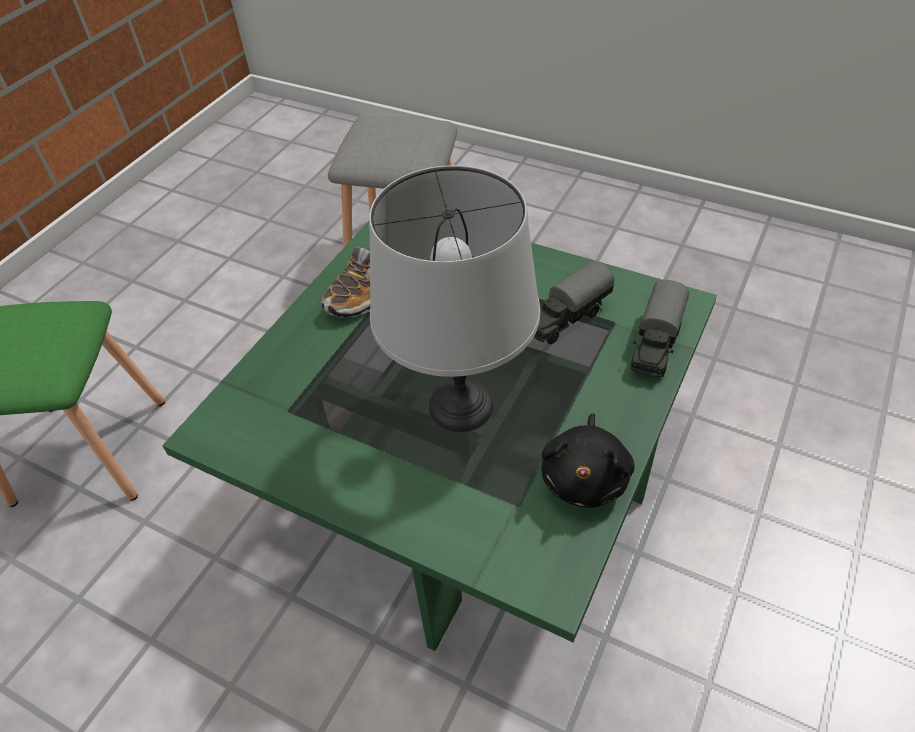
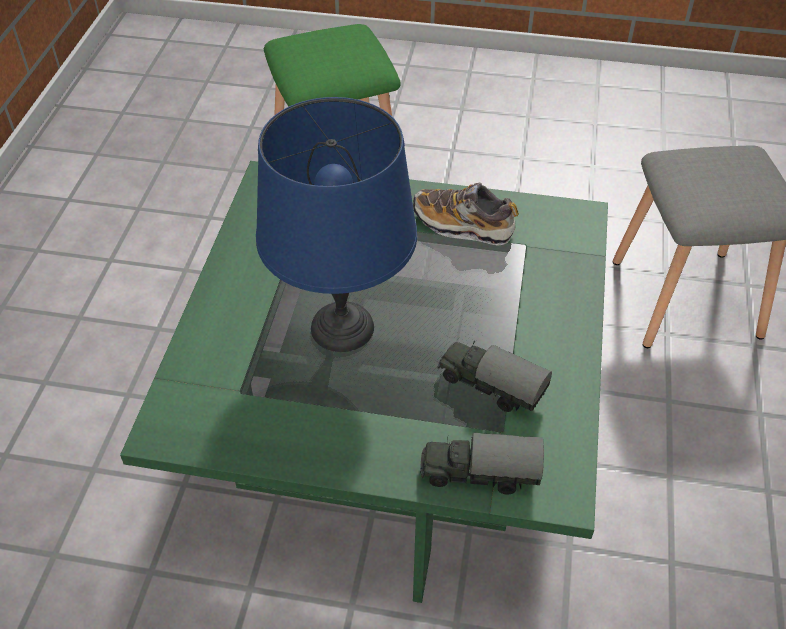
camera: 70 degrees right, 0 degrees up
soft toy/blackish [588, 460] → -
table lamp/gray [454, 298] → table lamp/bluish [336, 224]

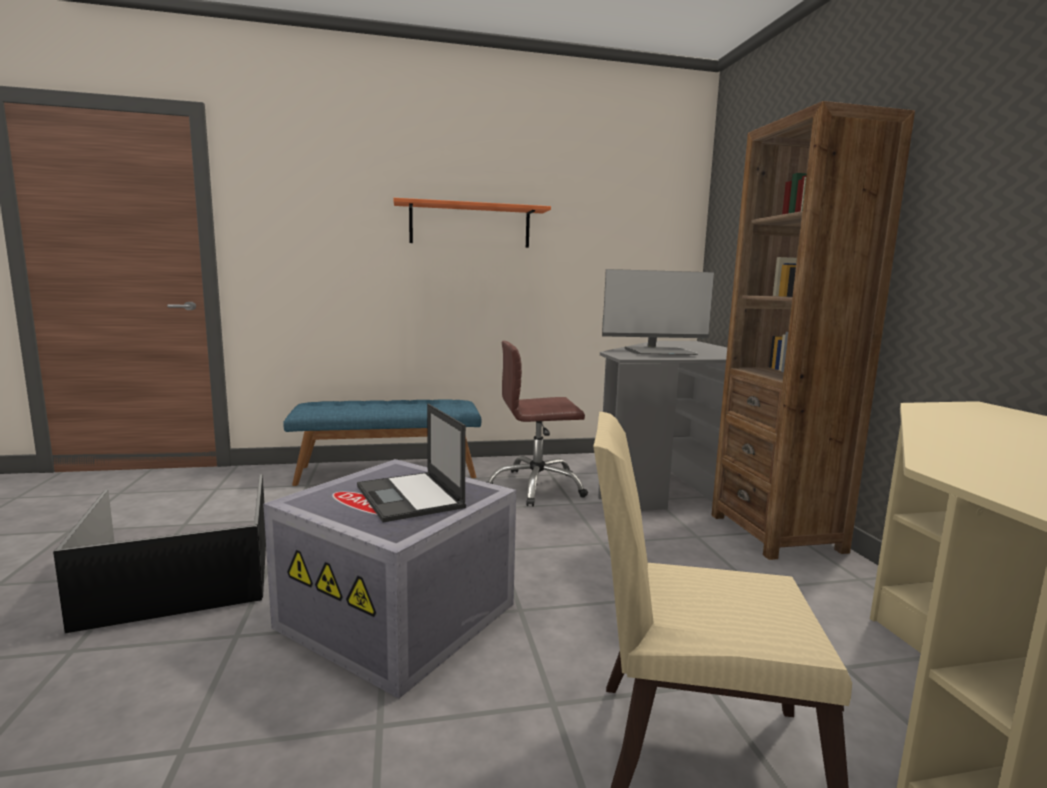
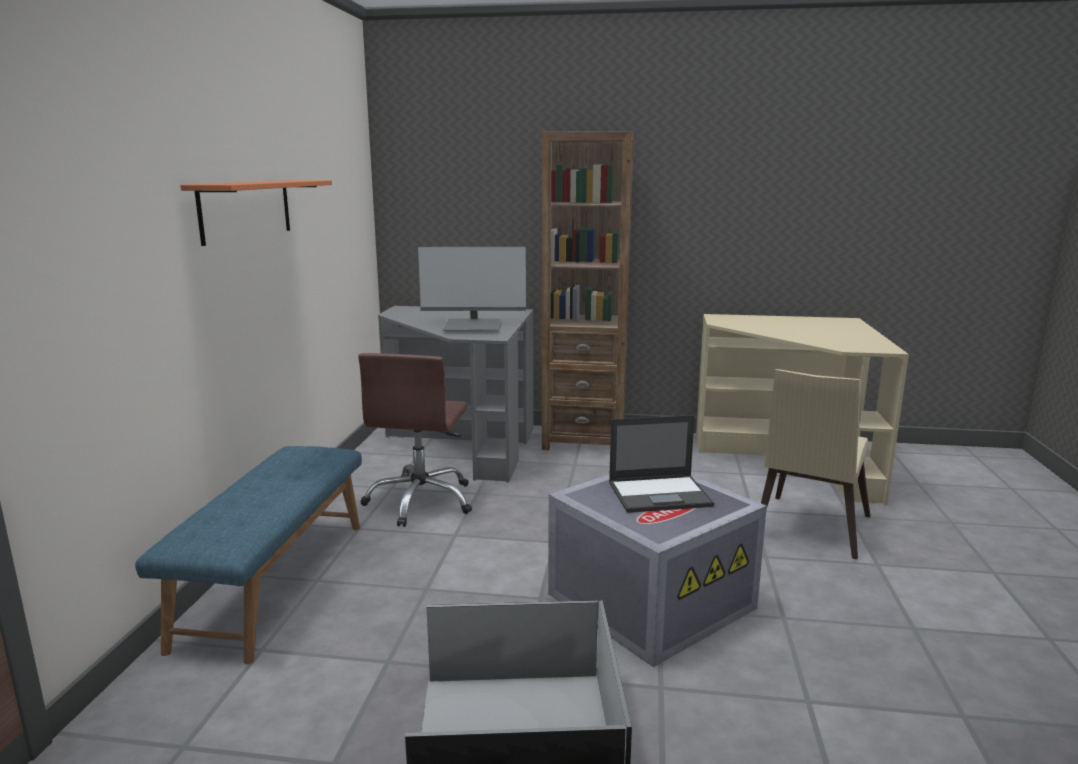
camera: 70 degrees left, 5 degrees up
computer screen [658, 312] → computer screen [472, 289], 75 degrees clockwise

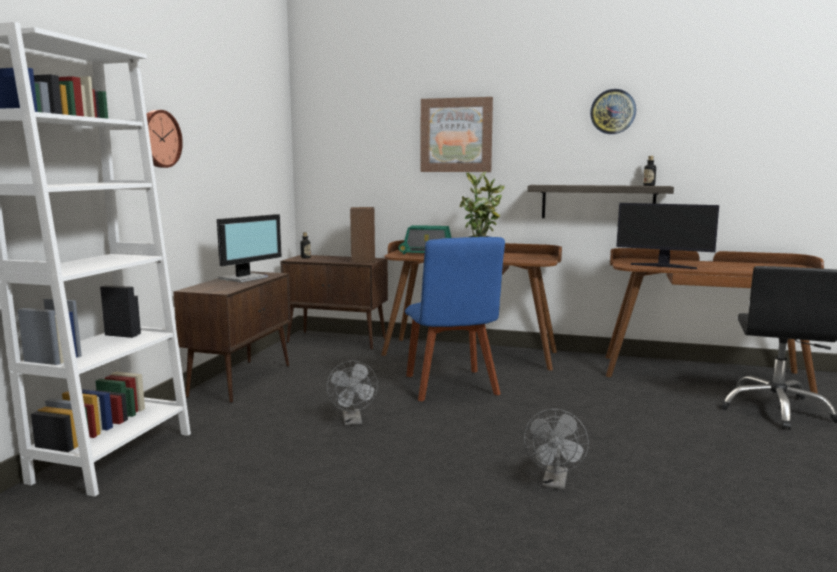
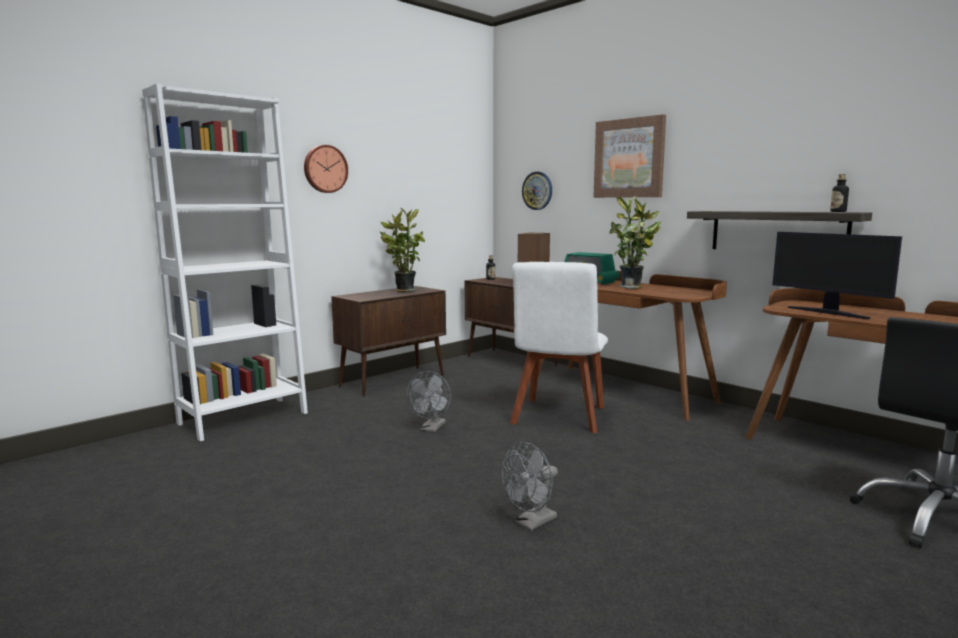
camera: 30 degrees right, 0 degrees up
clock on the wall [613, 111] → clock on the wall [537, 191], shifted
computer screen [249, 248] → plant in a pot [402, 250]
plain chair/bluish [455, 319] → plain chair/white-coloured [559, 347]

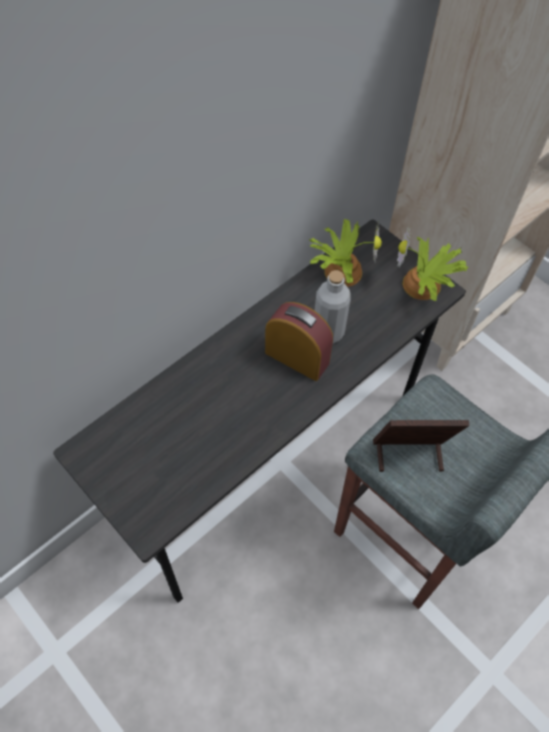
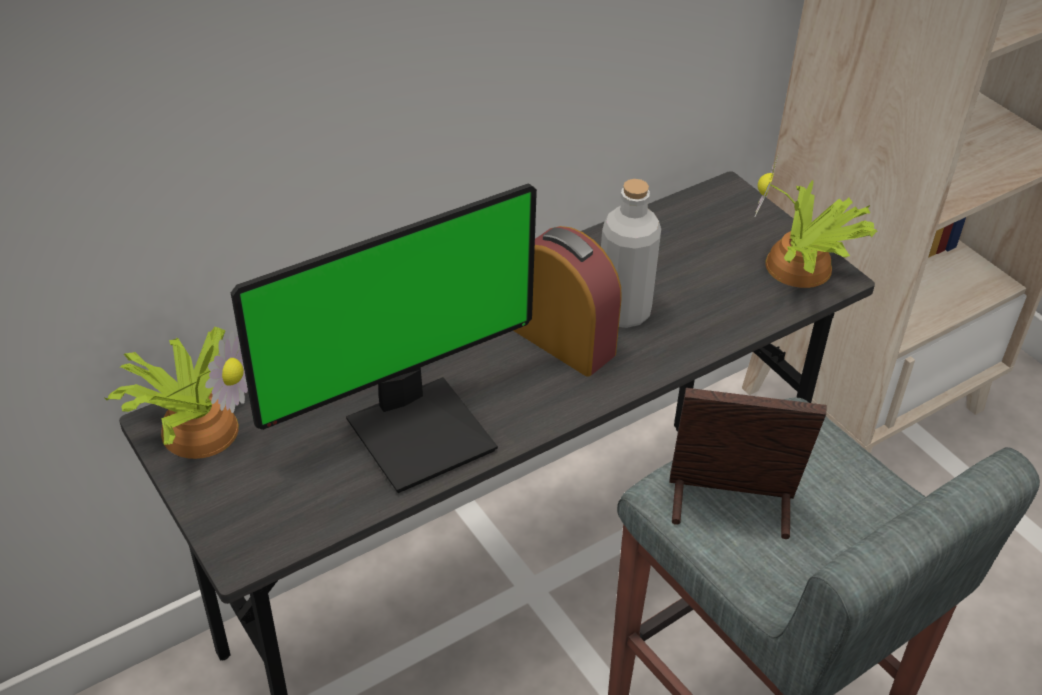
camera: 10 degrees right, 15 degrees down
- → computer screen [384, 338]
plant in a pot [345, 253] → plant in a pot [176, 393], shifted

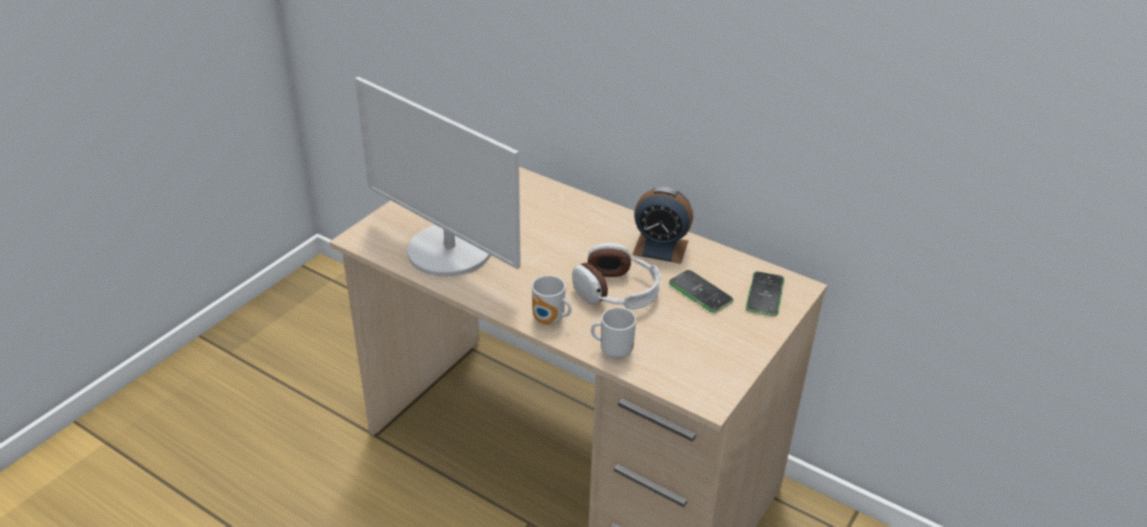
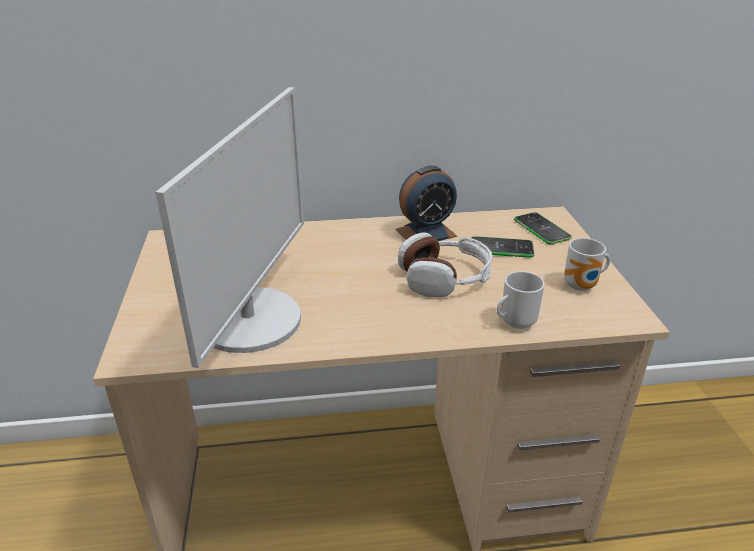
camera: 40 degrees left, 5 degrees down
coffee mug [552, 300] → coffee mug [587, 264], shifted
computer screen [438, 177] → computer screen [229, 227], 75 degrees counterclockwise

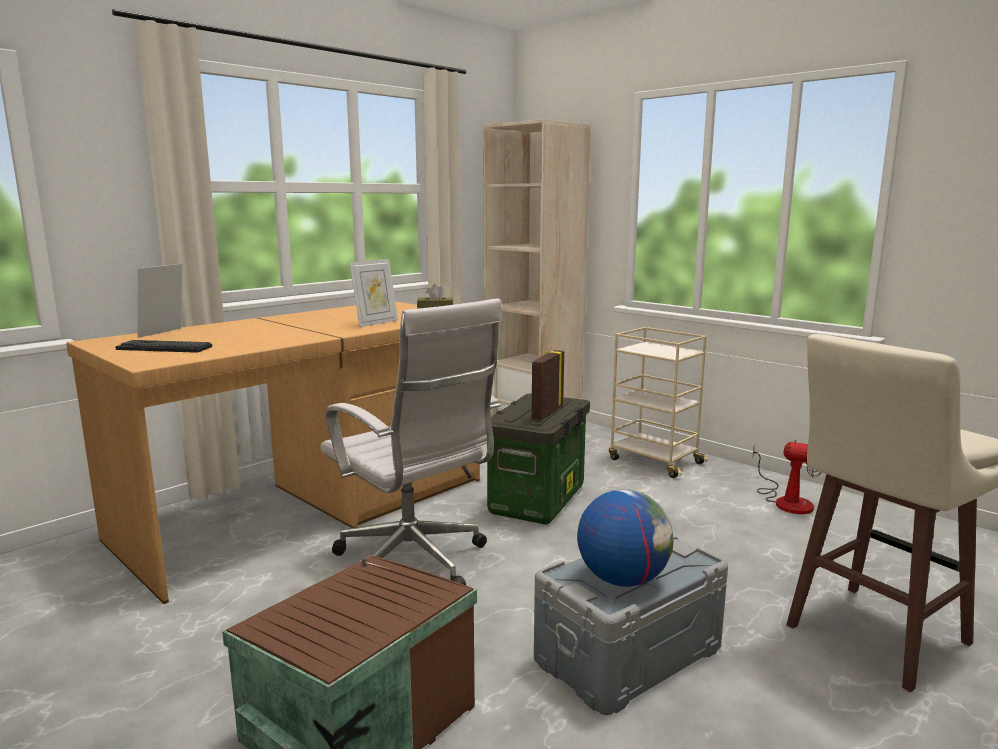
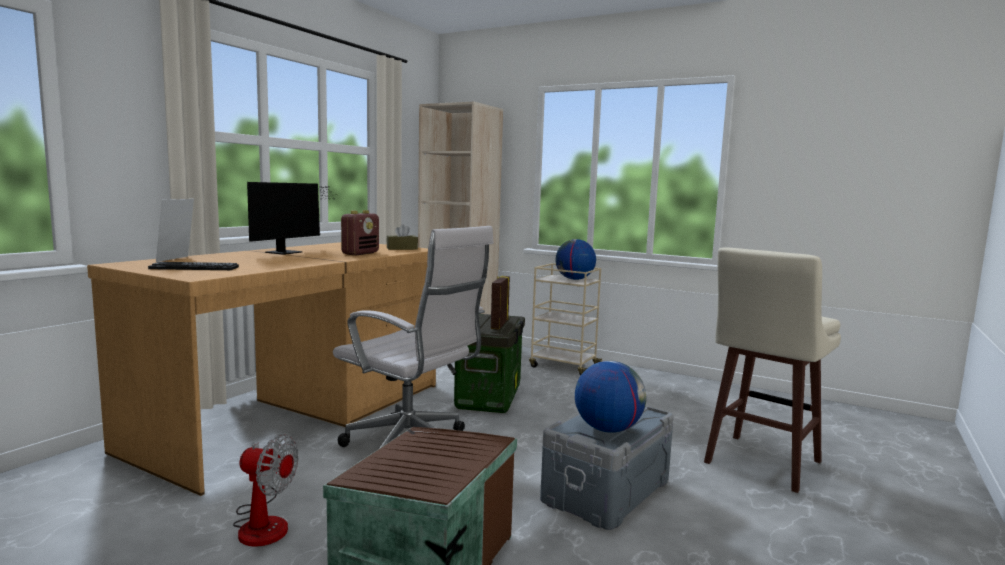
camera: 15 degrees left, 5 degrees down
- → computer screen [291, 218]
- → desk globe [576, 259]
cooling fan [787, 476] → cooling fan [265, 490], shifted
standing frame [373, 293] → radio receiver [360, 232]

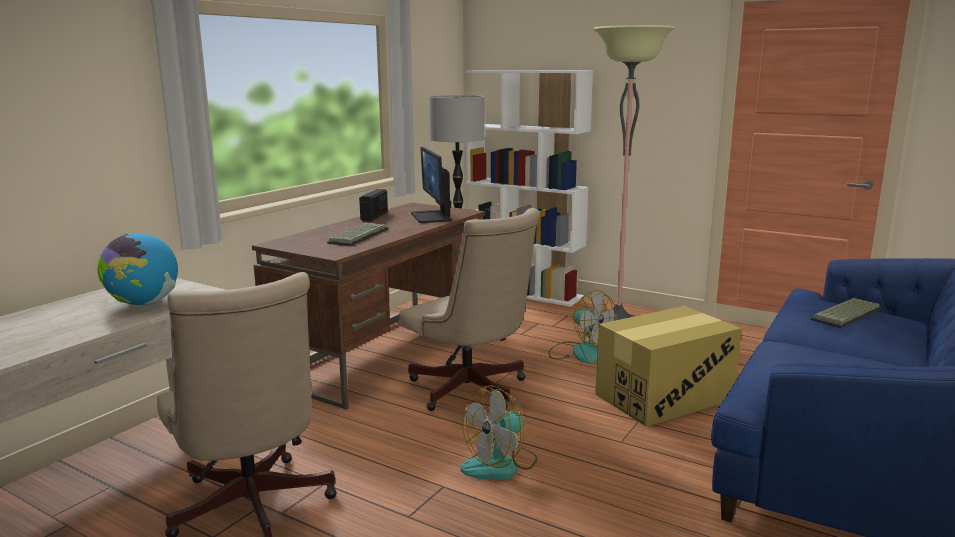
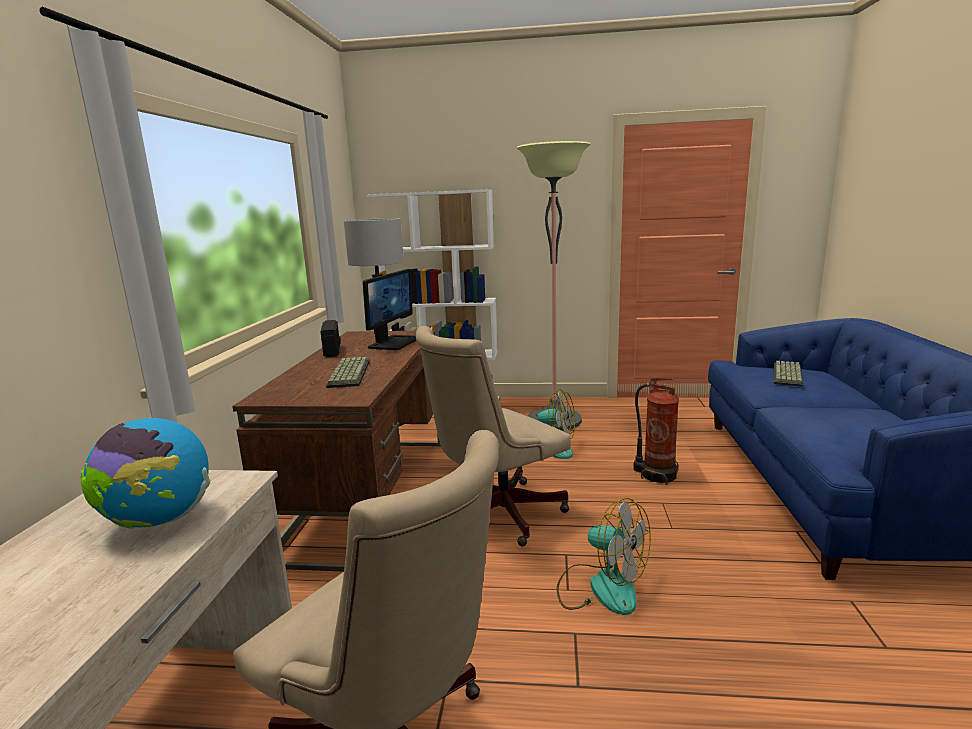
camera: 25 degrees left, 0 degrees up
cardboard box [668, 366] → extinguisher [656, 431]
desk chair/sand-coloured [469, 309] → desk chair/sand-coloured [493, 436], 120 degrees clockwise
computer screen [431, 185] → computer screen [389, 309], 120 degrees counterclockwise
cooling fan [499, 432] → cooling fan [604, 556], 75 degrees counterclockwise

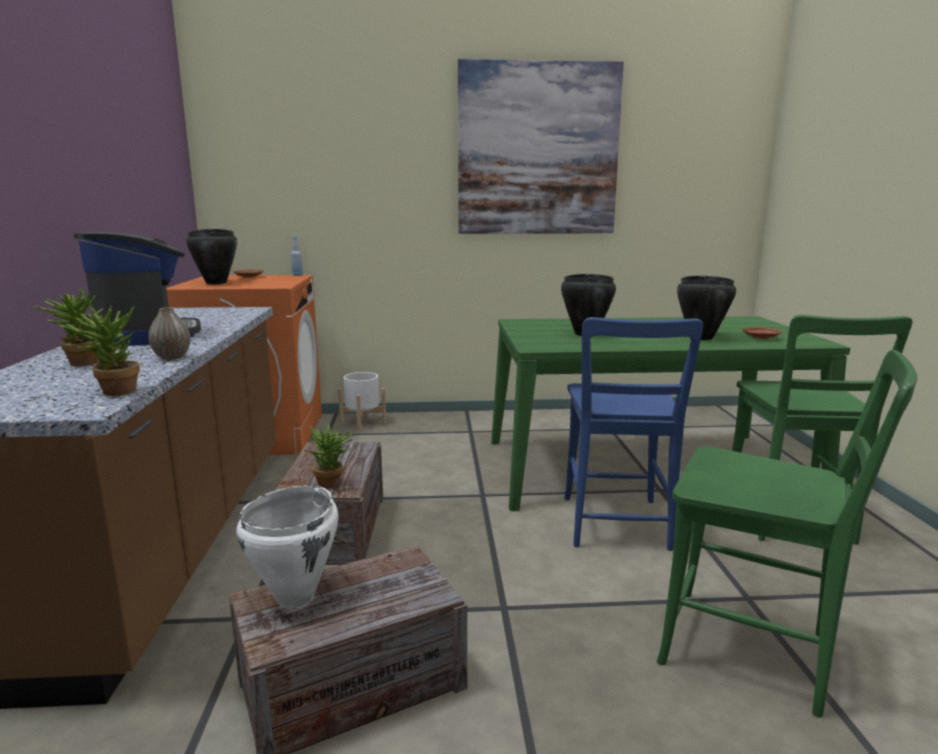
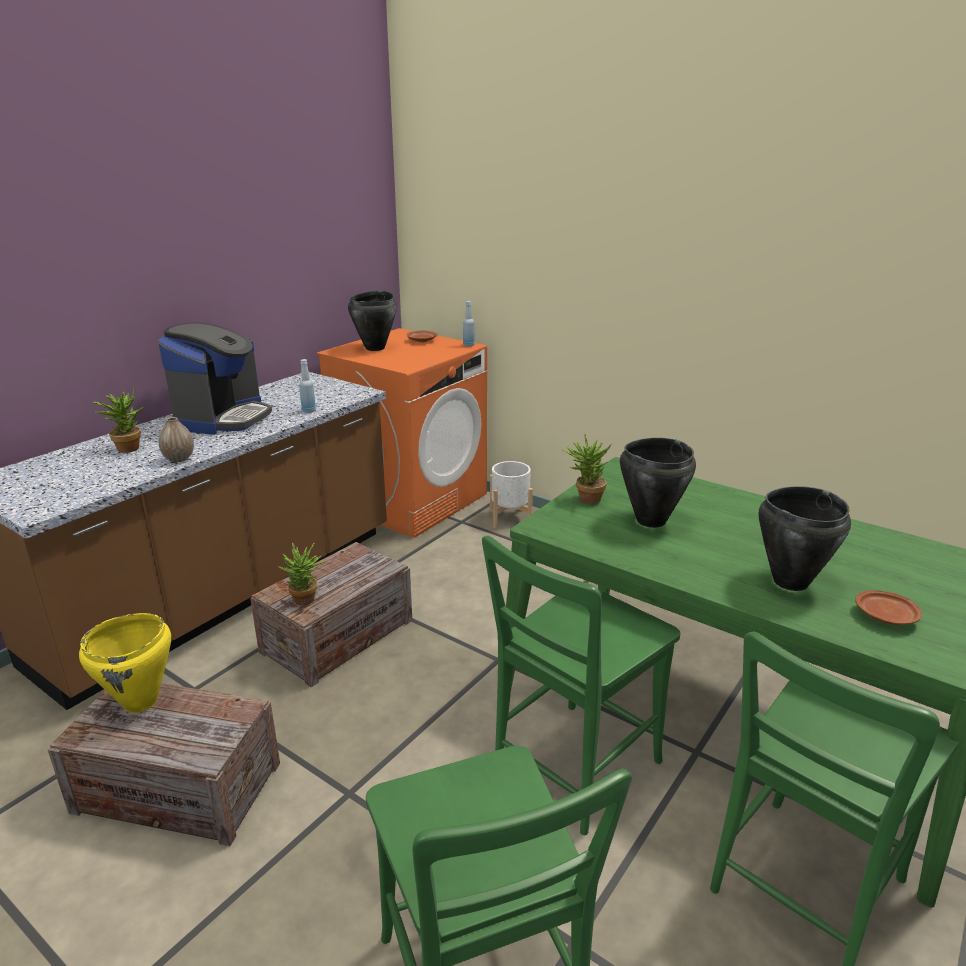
camera: 40 degrees right, 10 degrees up
wall picture [541, 146] → -
- → beverage bottle/bluish [307, 386]
plant in a pot [99, 350] → plant in a pot [587, 469], shifted
stockpot/white-coloured [287, 546] → stockpot/yellowish [125, 663]
plain chair/bluish [633, 434] → plain chair/green-coloured [581, 685]

